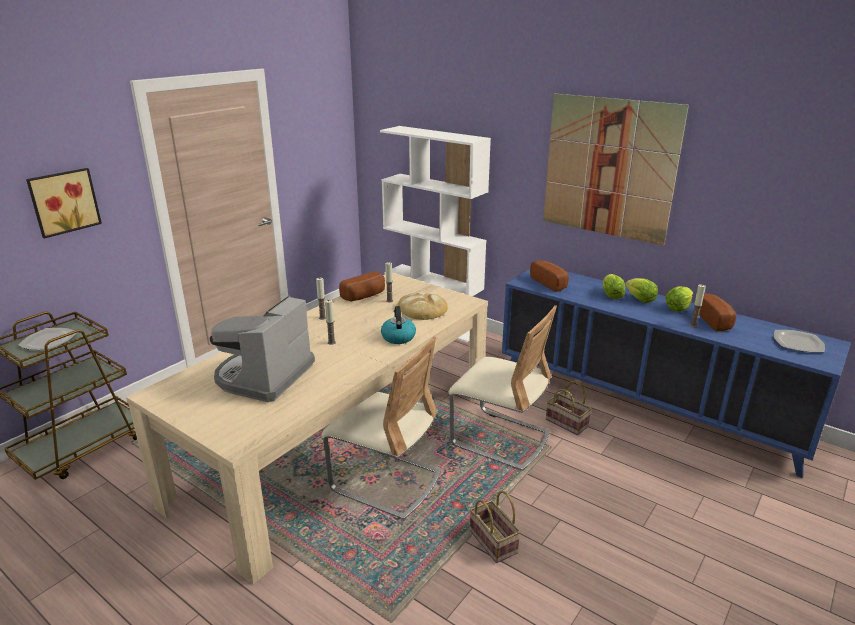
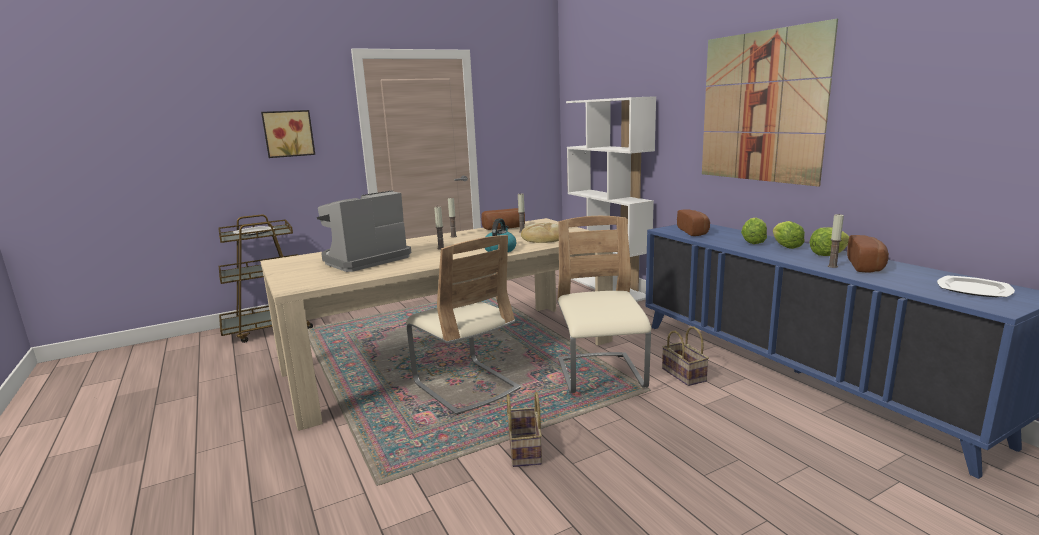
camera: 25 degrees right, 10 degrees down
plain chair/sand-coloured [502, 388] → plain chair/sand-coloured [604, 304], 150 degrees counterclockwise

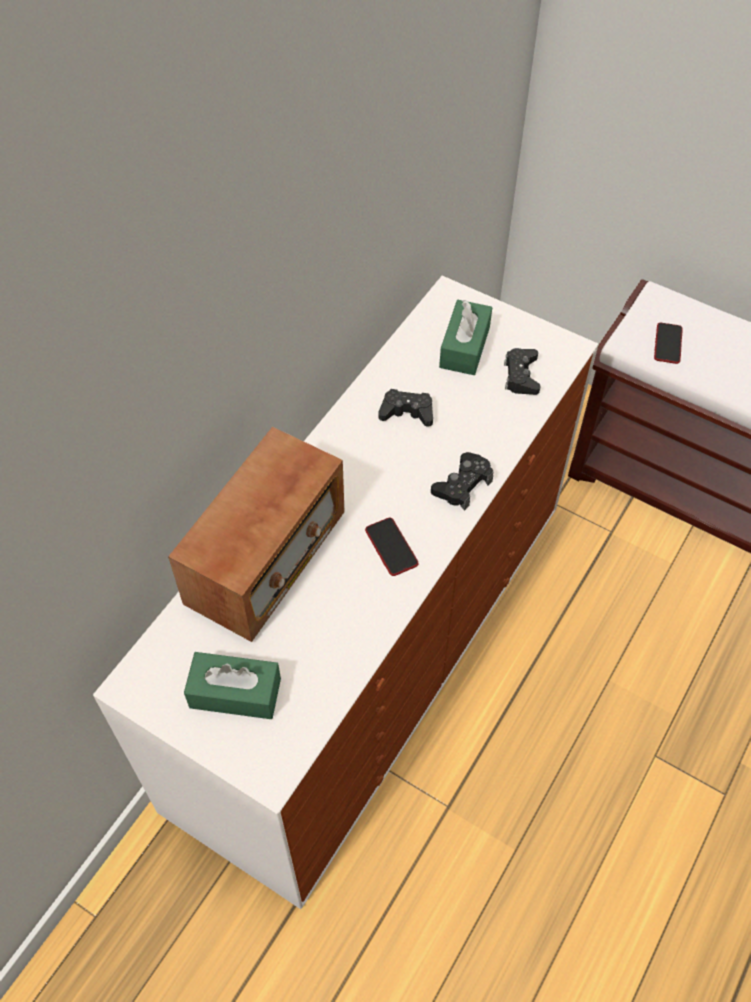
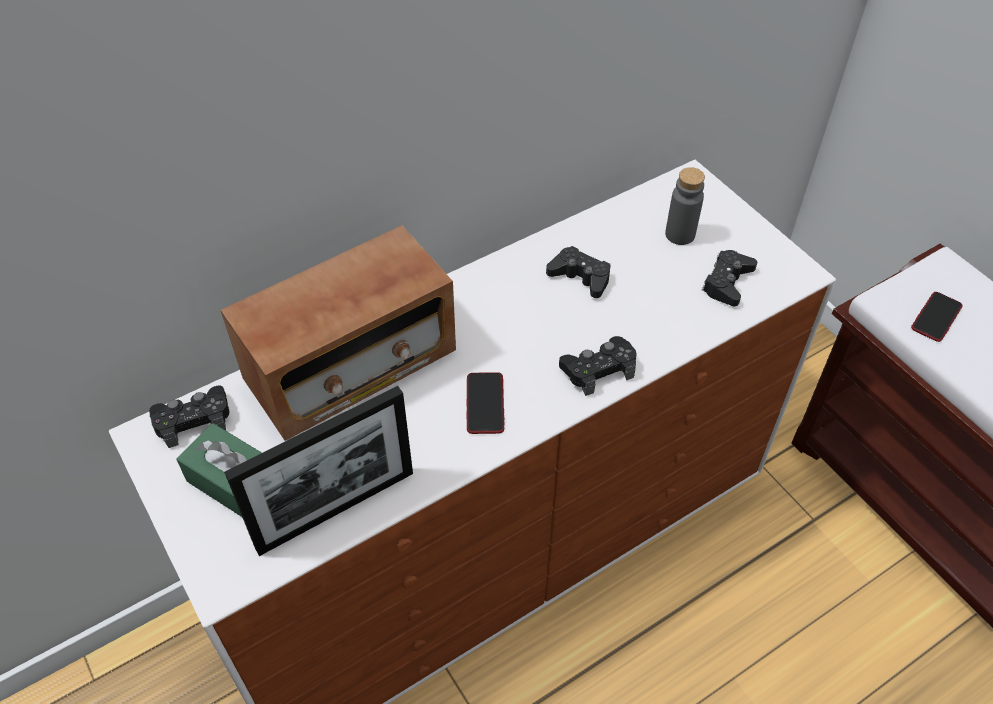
camera: 25 degrees right, 5 degrees down
- → gamepad/blackish [189, 417]
- → standing frame [318, 471]
tissue box/green-coloured [465, 337] → beverage bottle/gray [685, 206]

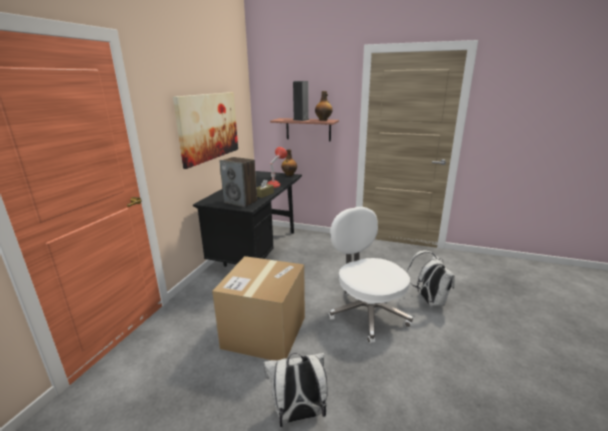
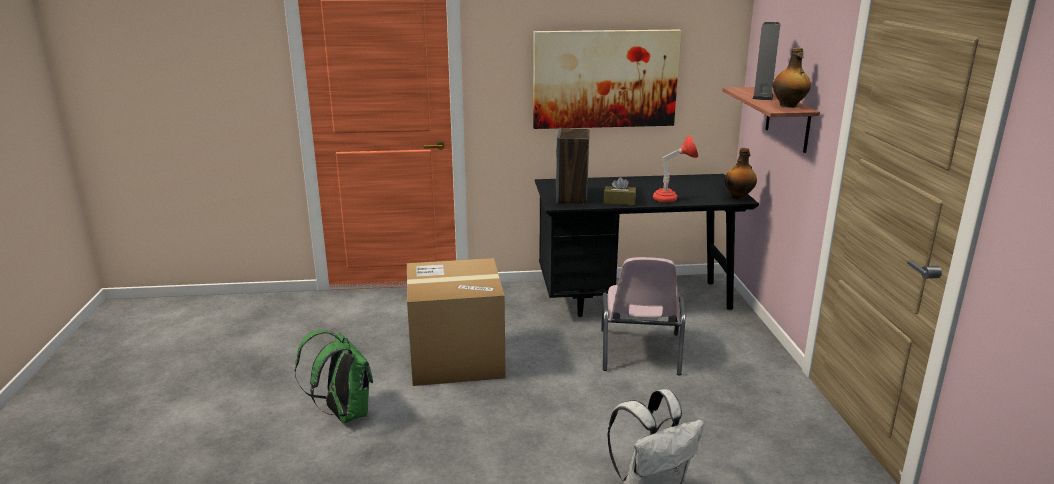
camera: 65 degrees right, 0 degrees up
desk chair/white-coloured [371, 275] → -
- → plain chair/pinkish [643, 316]
knapsack/white-coloured [295, 390] → knapsack/green-coloured [334, 376]

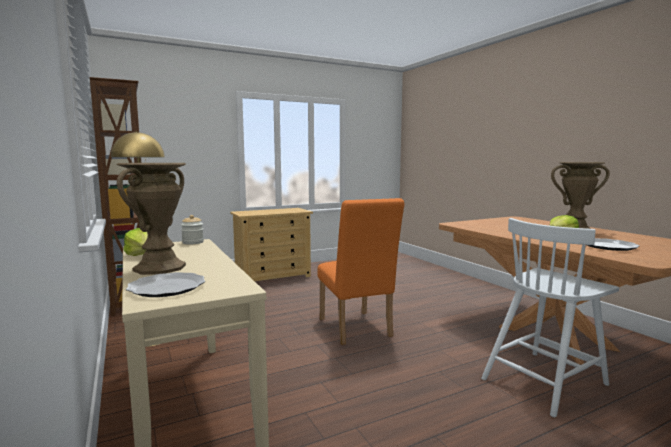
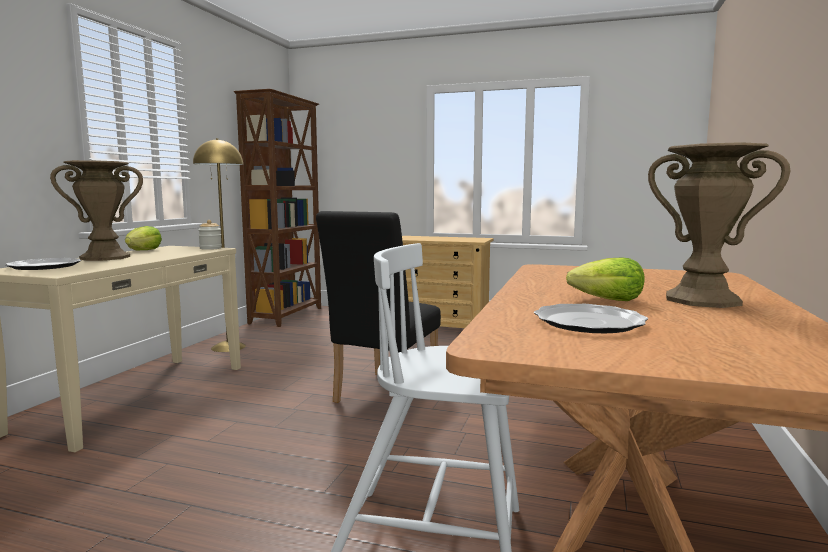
camera: 45 degrees right, 0 degrees up
plain chair/orange [361, 271] → plain chair/blackish [378, 307]

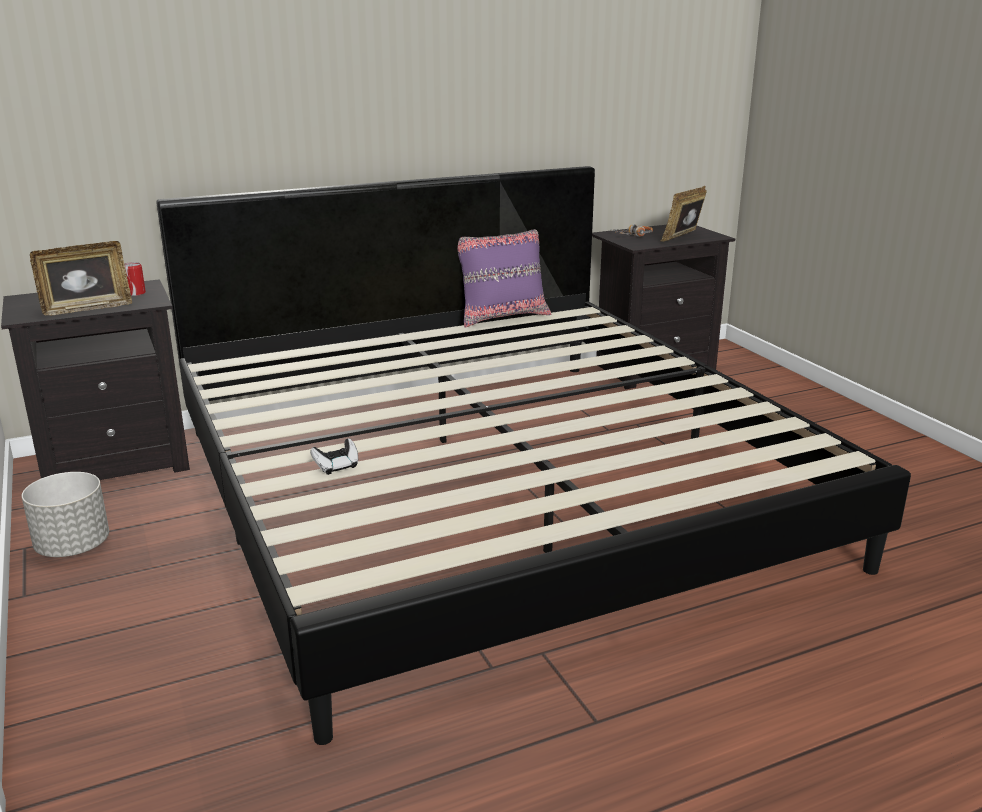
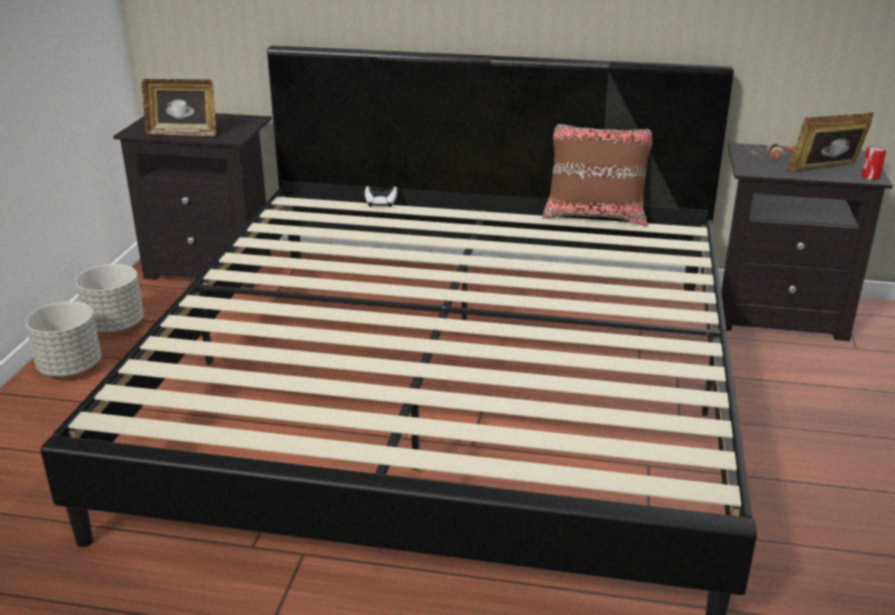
camera: 35 degrees right, 5 degrees up
- → plant pot/gray [63, 339]
metal can [135, 279] → metal can [873, 163], shifted
gamepad [334, 456] → gamepad [381, 196], shifted
pillow/purple-coloured [504, 278] → pillow/brown-coloured [597, 175]

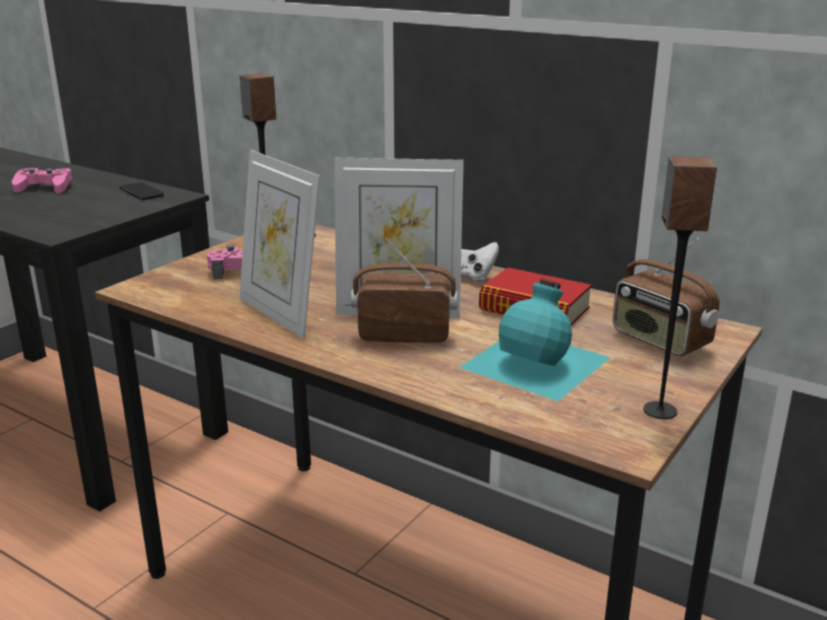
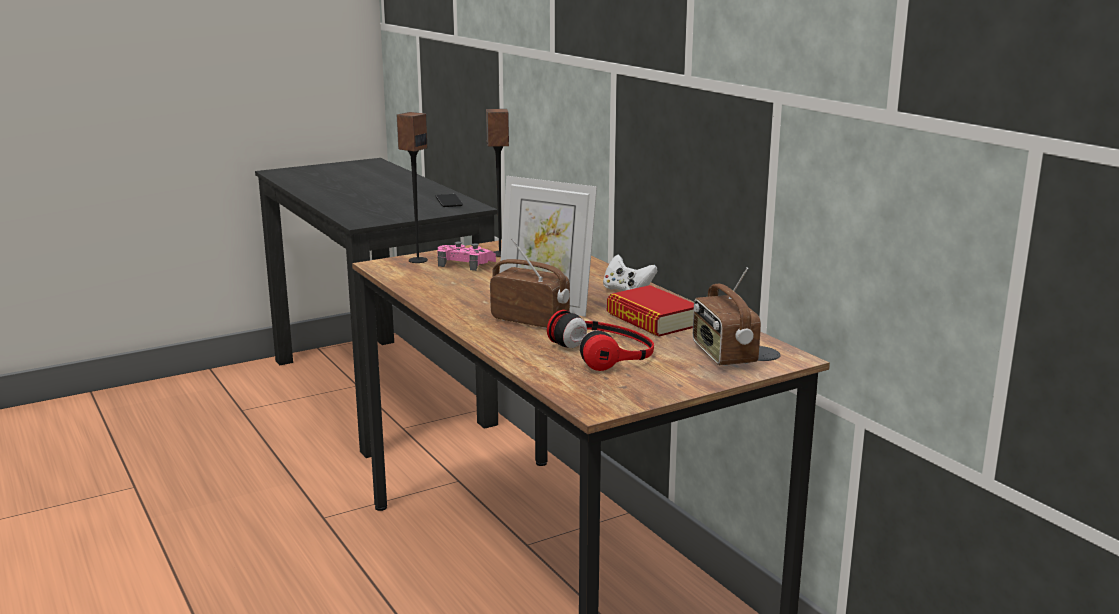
camera: 25 degrees right, 5 degrees down
gamepad/pinkish [42, 180] → -
standing frame [279, 244] → -
speaker [680, 287] → speaker [412, 187], shifted
beverage bottle/blue-green [535, 339] → pair of headphones [600, 340]

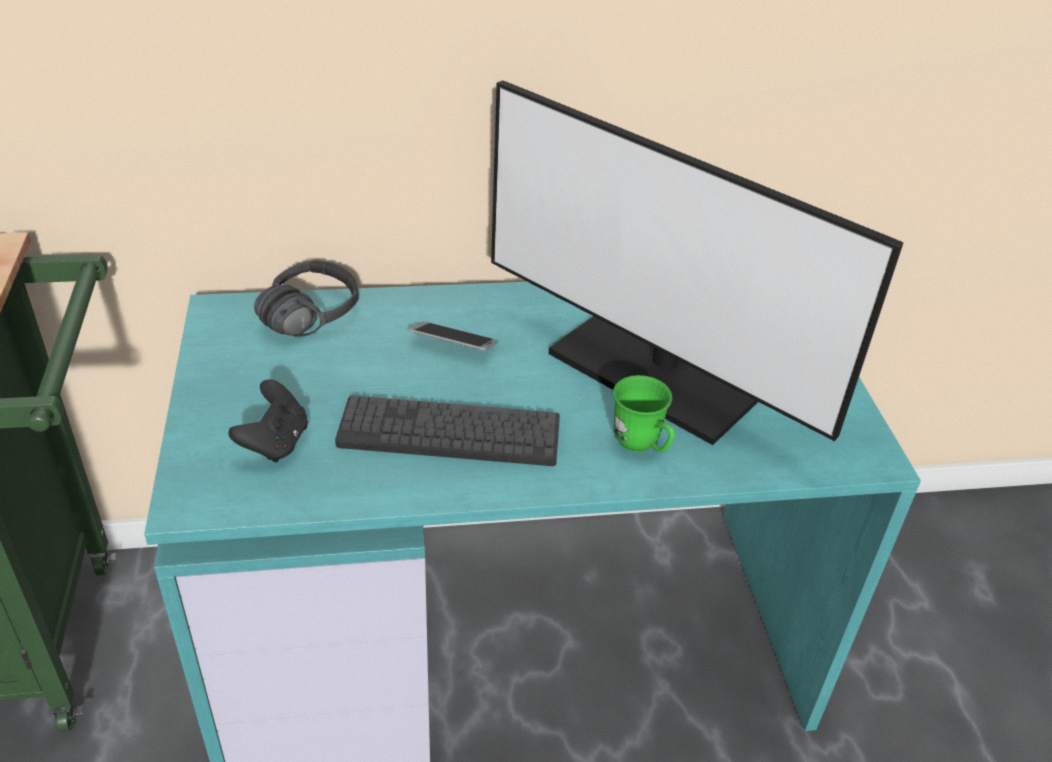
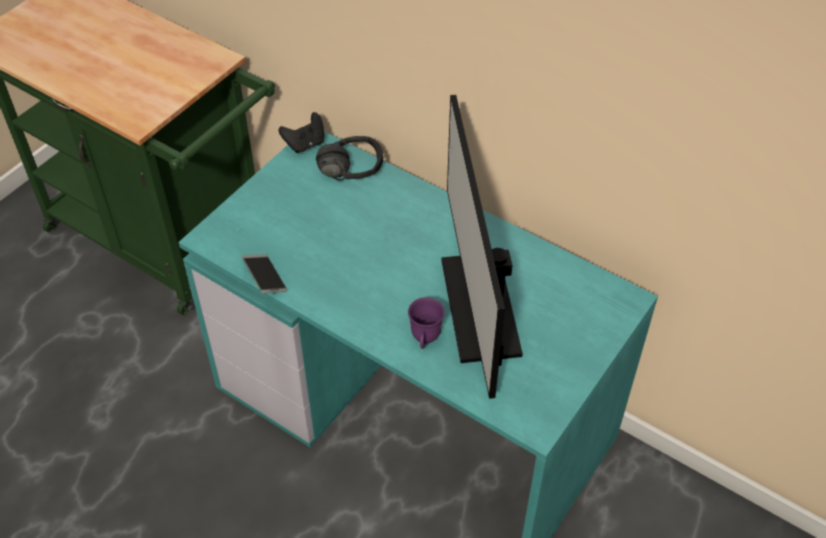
camera: 45 degrees right, 10 degrees up
PC keyboard [447, 430] → -
gamepad/blackish [268, 421] → gamepad/blackish [302, 132], shifted
phone [452, 336] → phone [264, 274], shifted
coffee mug/green-coloured [644, 413] → coffee mug/purple-coloured [426, 323]

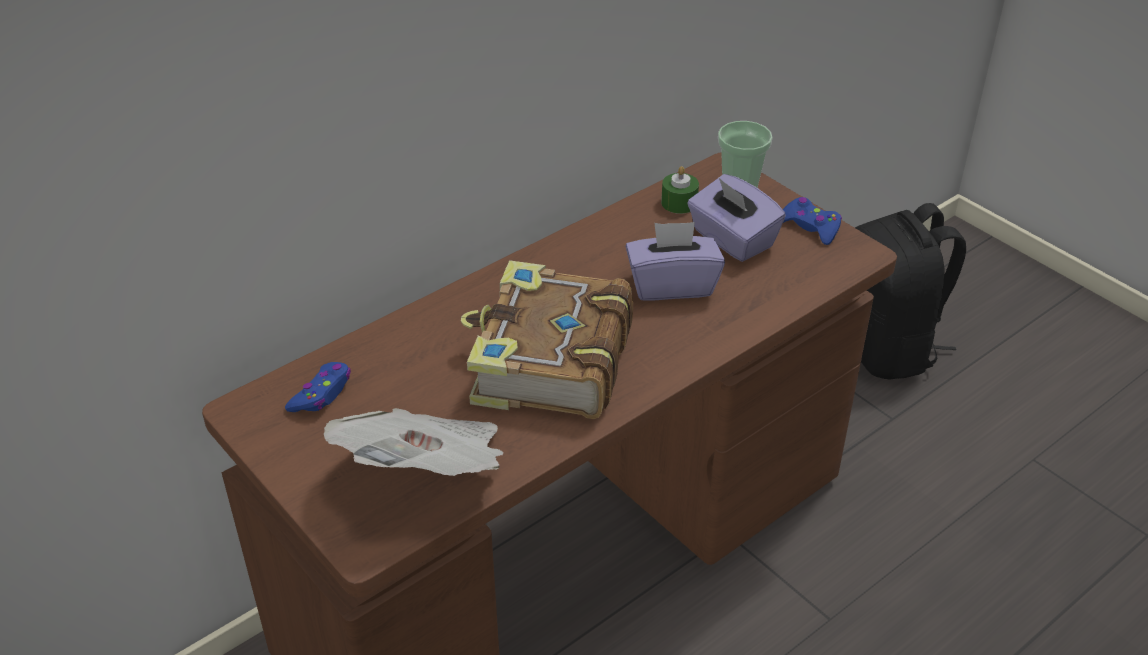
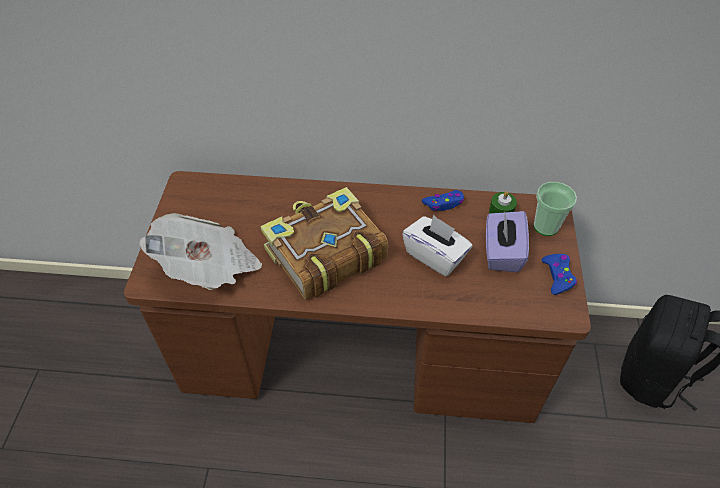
camera: 45 degrees right, 10 degrees up
gamepad/bluish [318, 387] → gamepad/bluish [443, 200], shifted
tissue box/purple-coloured [675, 261] → tissue box/white-coloured [437, 245]

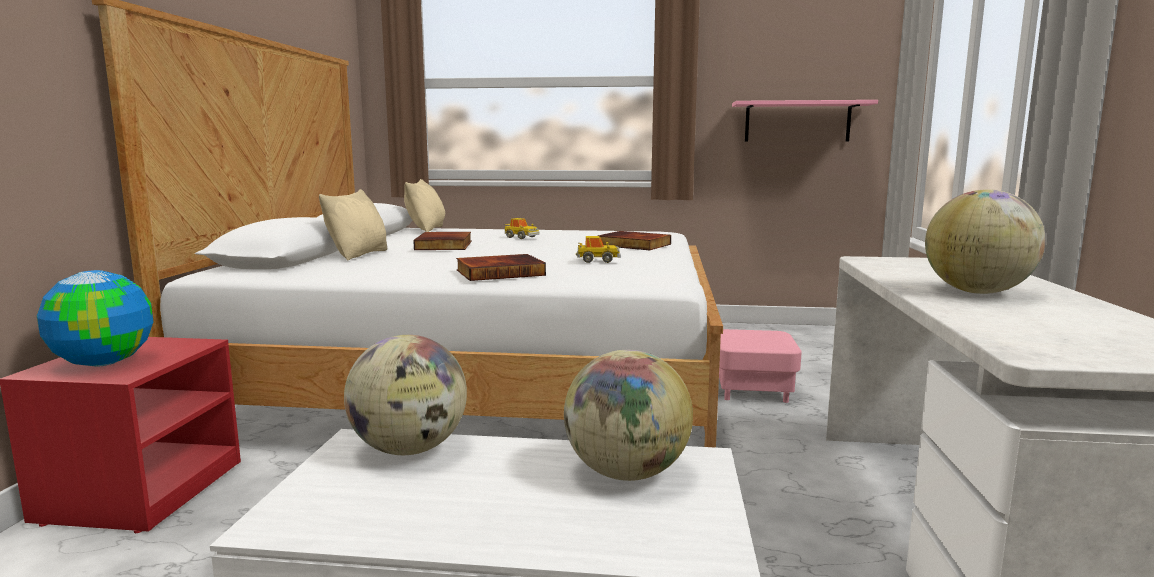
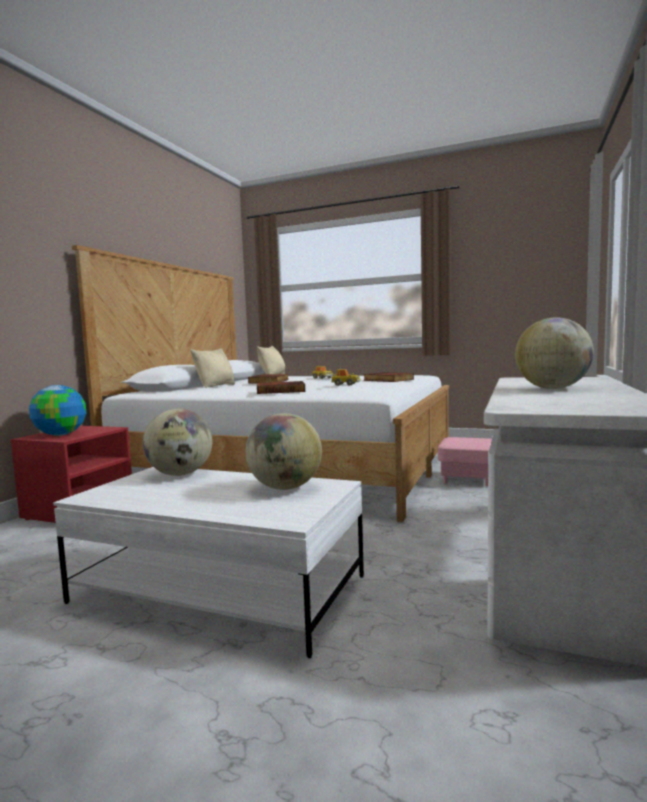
camera: 15 degrees right, 5 degrees down
bracket shelf/pinkish [805, 121] → -

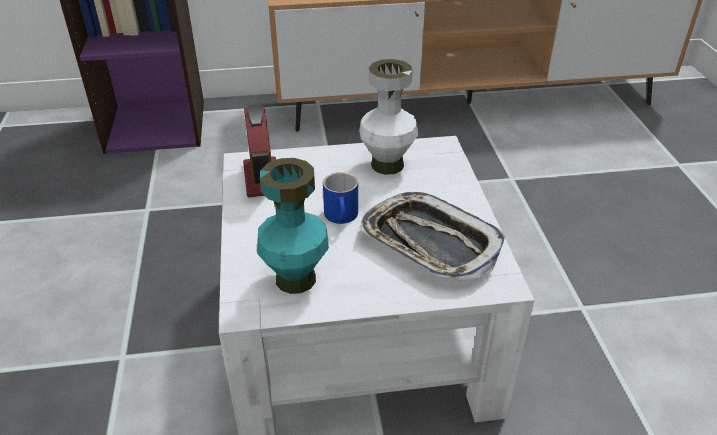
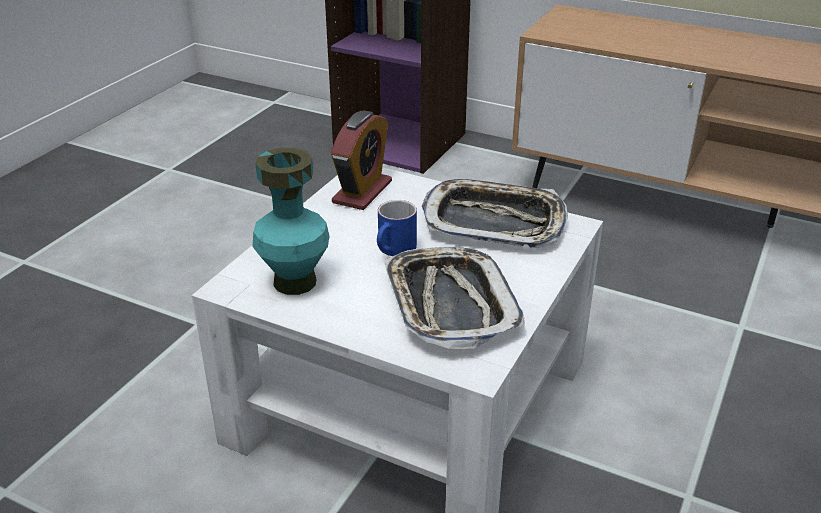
camera: 35 degrees right, 5 degrees down
flower vase/white-coloured [388, 117] → serving tray [495, 213]

